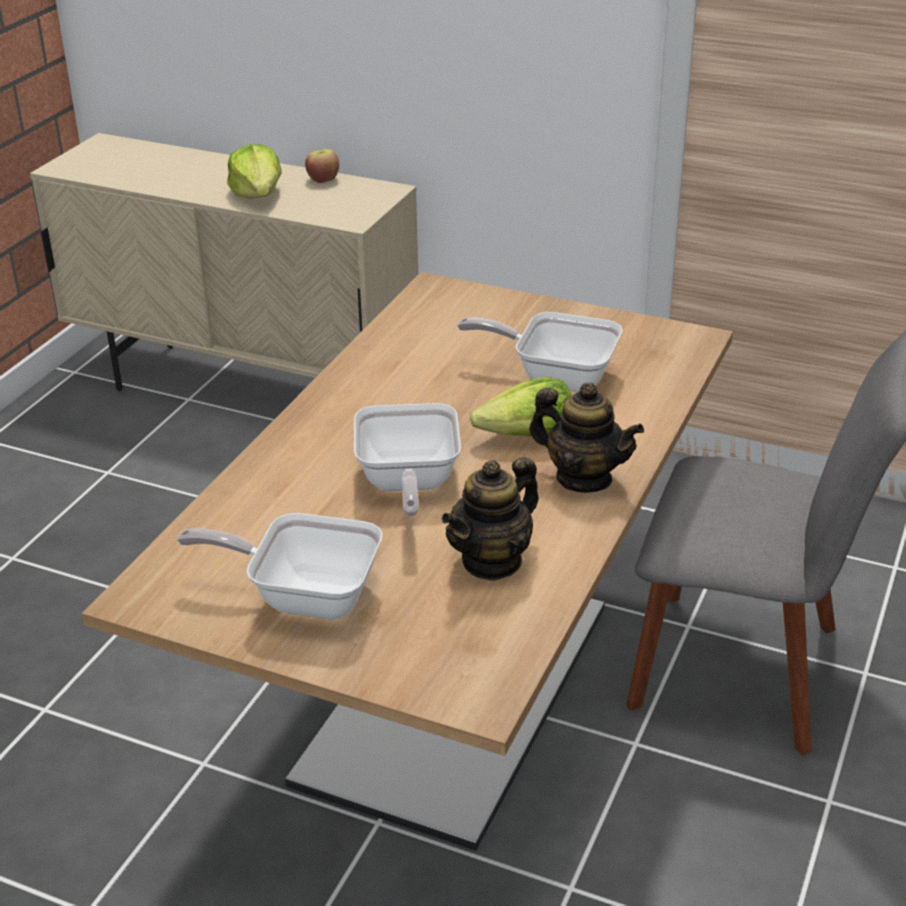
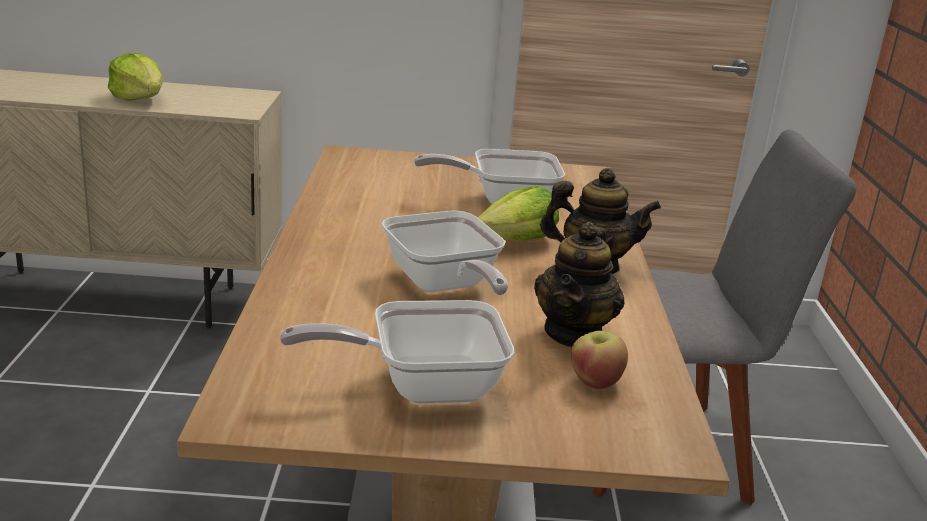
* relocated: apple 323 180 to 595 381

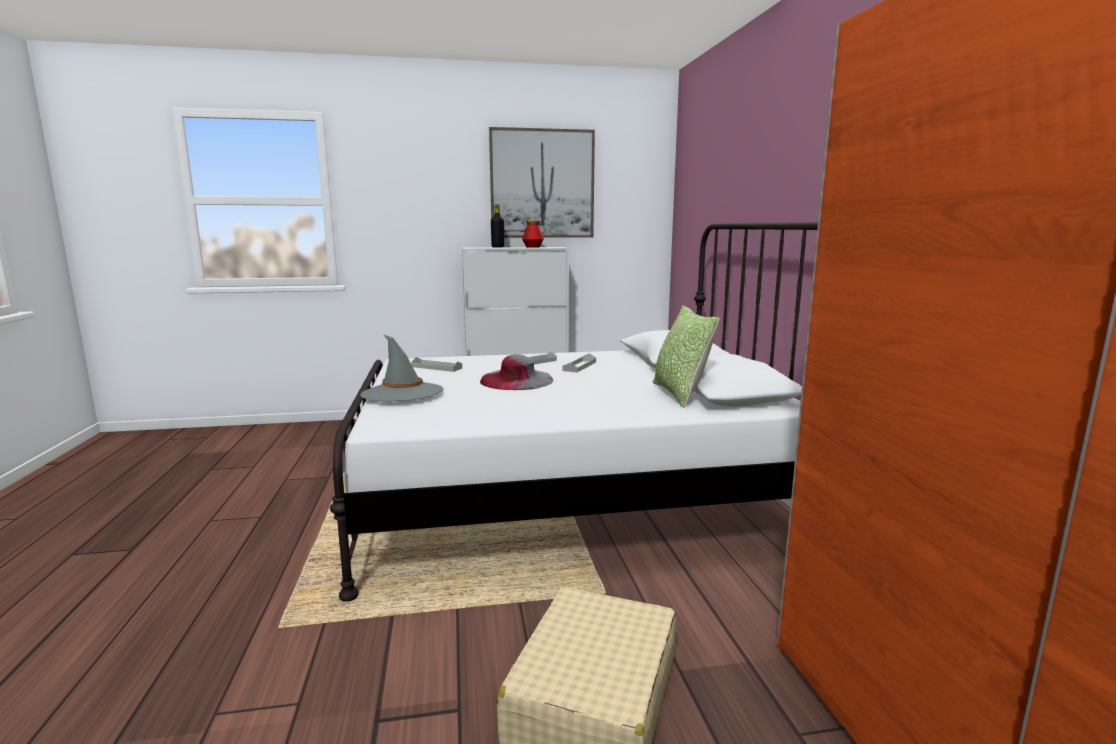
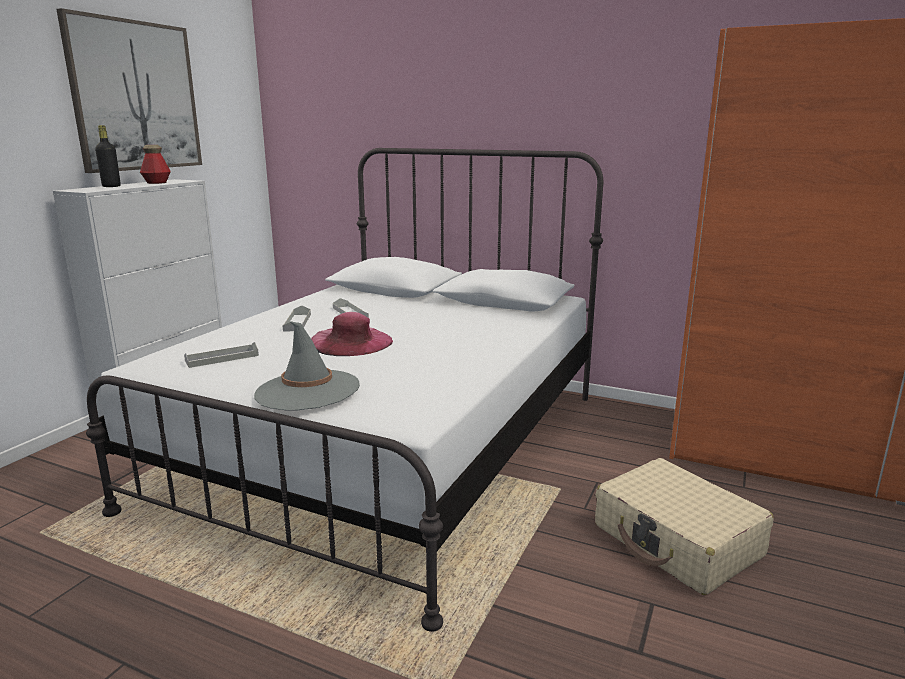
* missing: pillow 680 394
* colour: hat (grey) 517 380 to hat (pink) 350 341

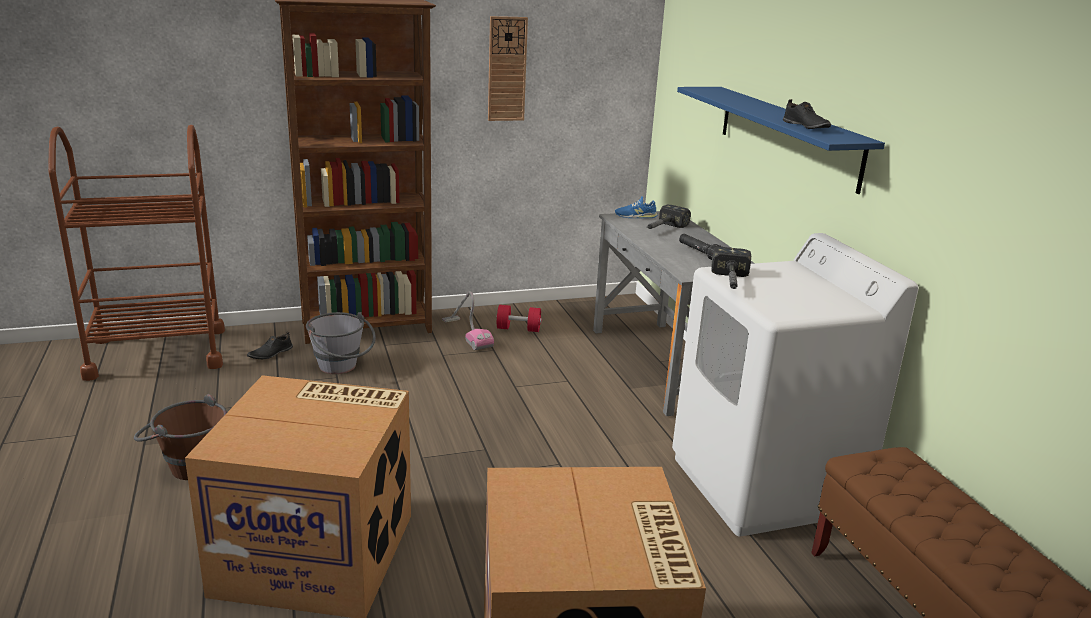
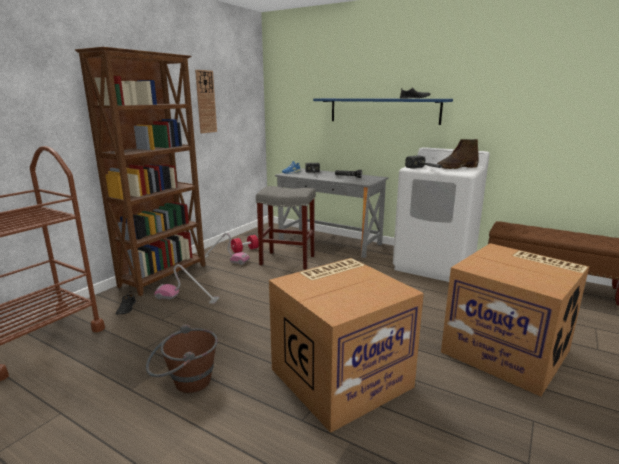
* exchanged: bucket (grey) 341 369 to vacuum cleaner 187 298
* appeared: boot (brown) 456 168
* appeared: stool (grey) 286 260

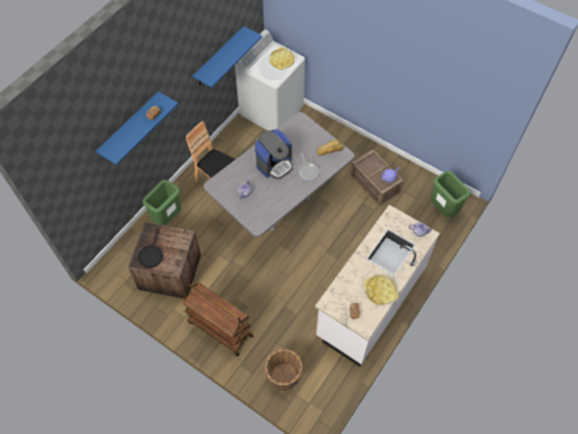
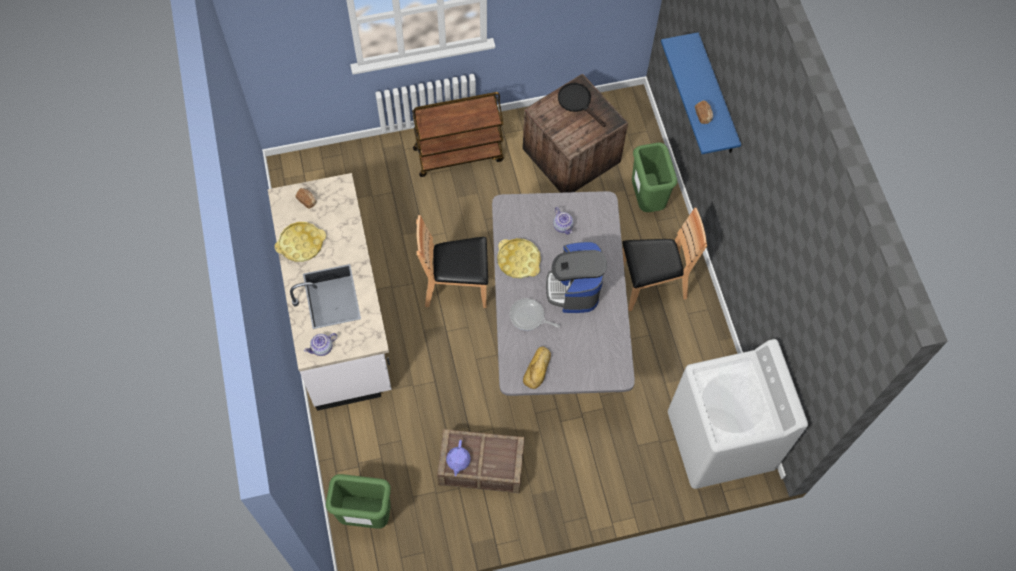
* missing: shelf (blue) 219 57
* relocated: tray (yellow) 281 61 to 518 260
* missing: bucket (brown) 283 376
* appeared: chair (brown) 456 287

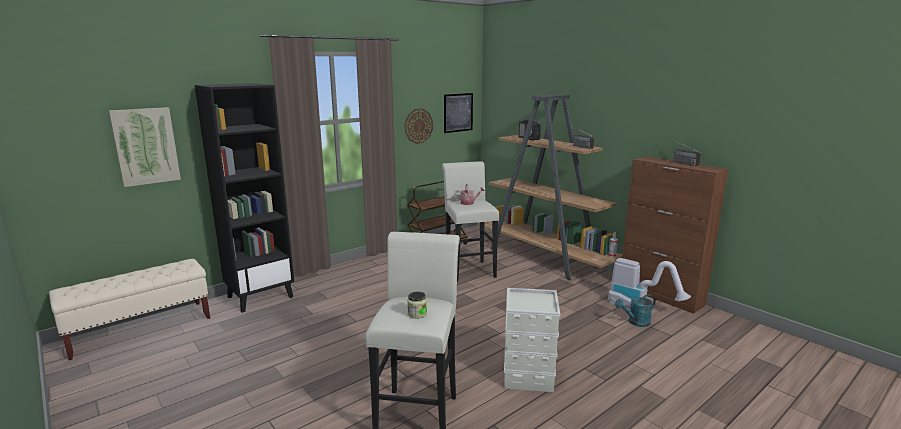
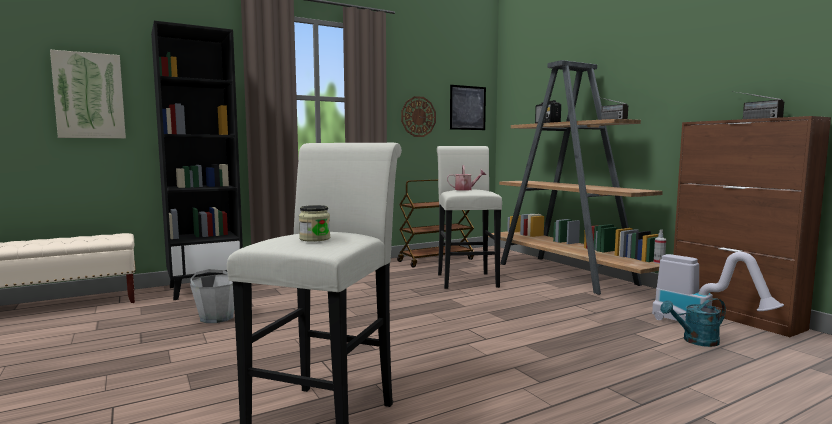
* missing: storage box (grey) 527 375
* appeared: bucket (grey) 217 317

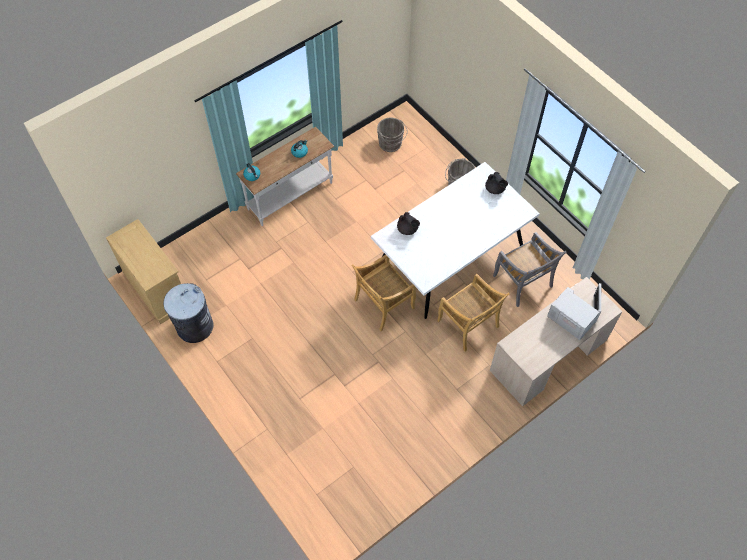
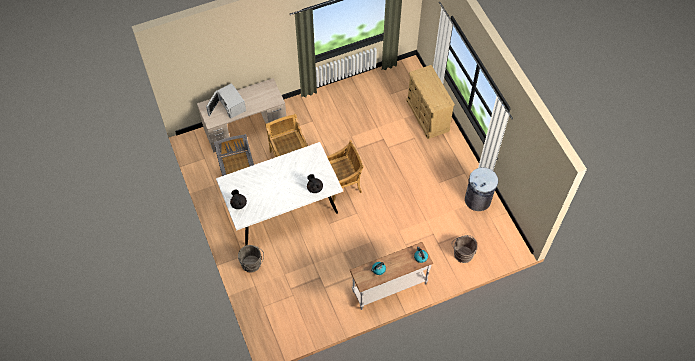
* relocated: bucket (grey) 391 144 to 462 253
* relocated: dresser (beige) 157 289 to 427 116

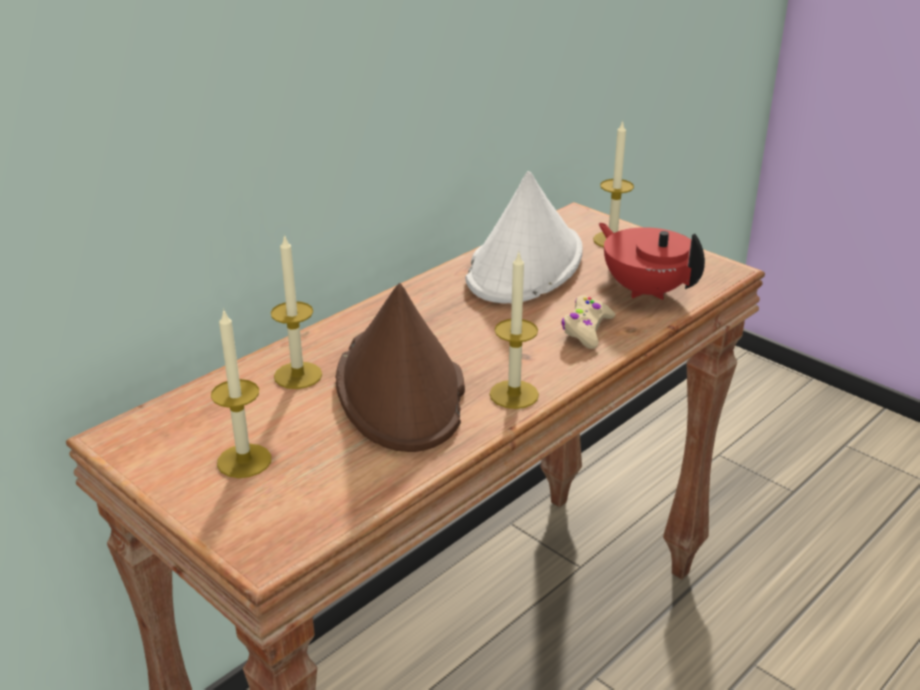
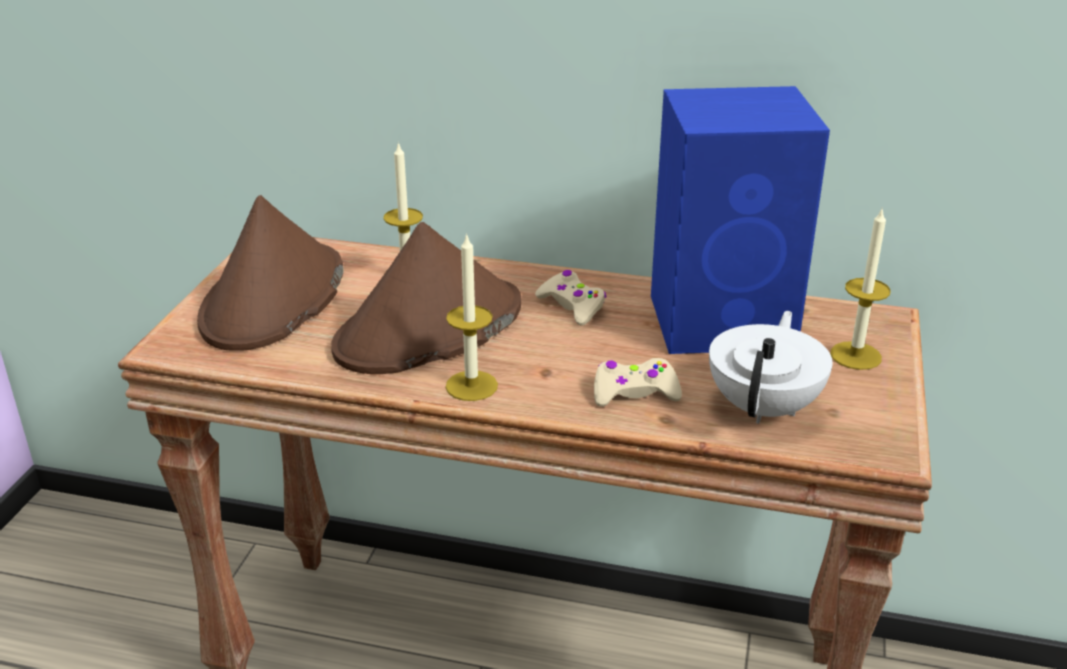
* exchanged: hat (white) 525 265 to speaker (blue) 725 321
* colour: teapot (red) 646 290 to teapot (white) 765 407
* exchanged: candle 244 461 to hat (brown) 273 299
* appeared: game controller (beige) 572 306

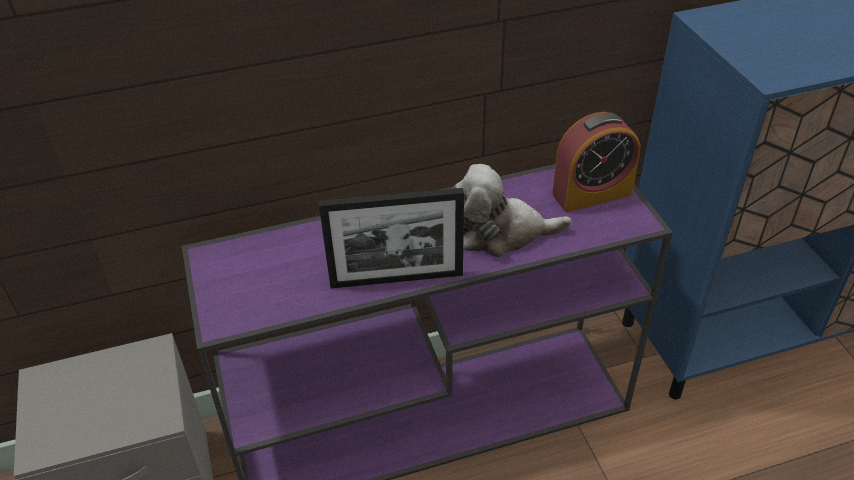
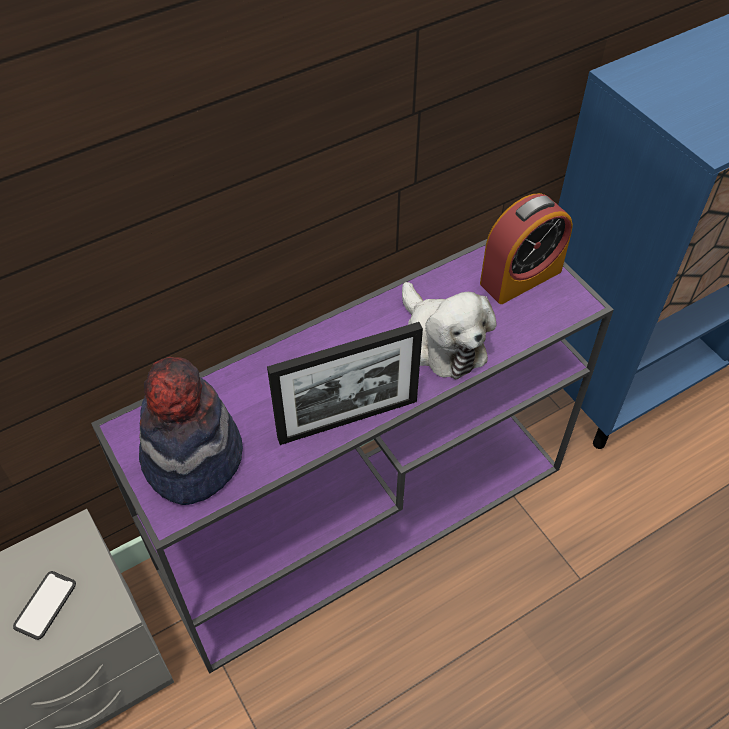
* spun: plush toy 502 233 = 442 342 105 degrees counterclockwise
* appeared: hat 192 457
* appeared: phone 45 605

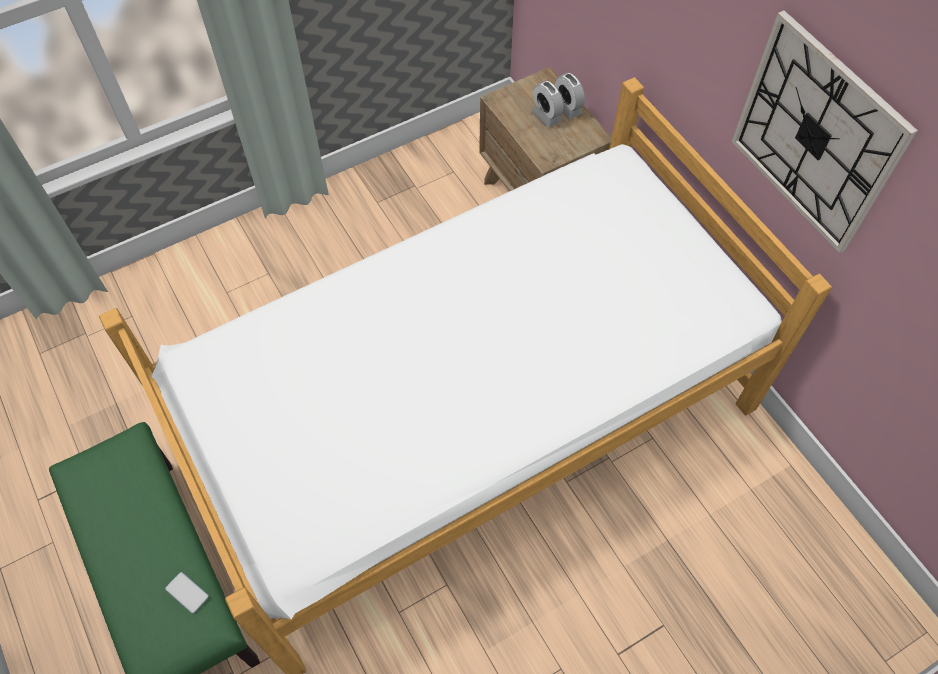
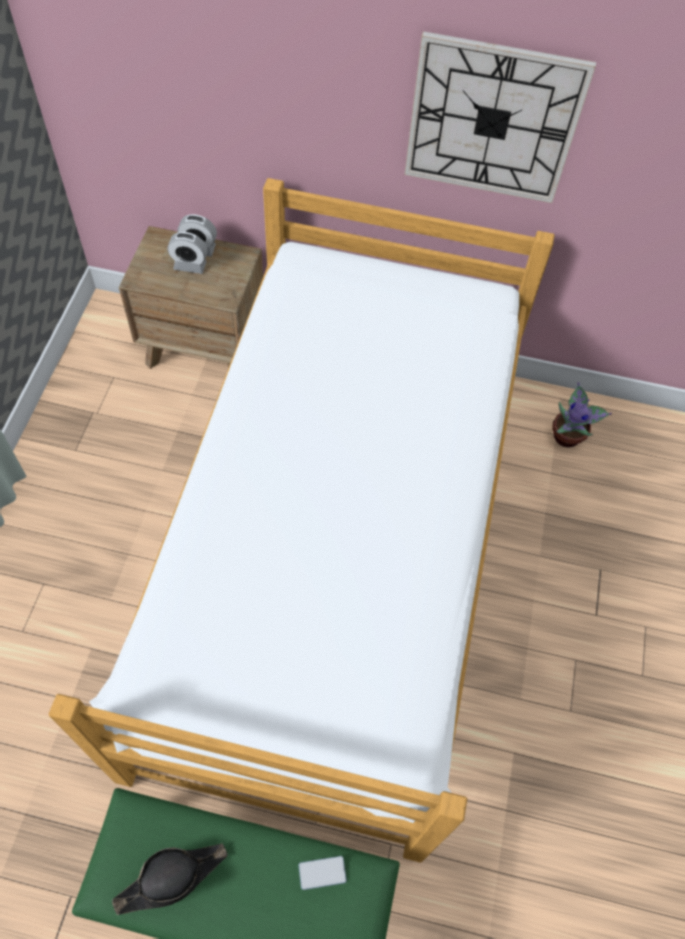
* appeared: potted plant 568 436
* appeared: hat (black) 172 878

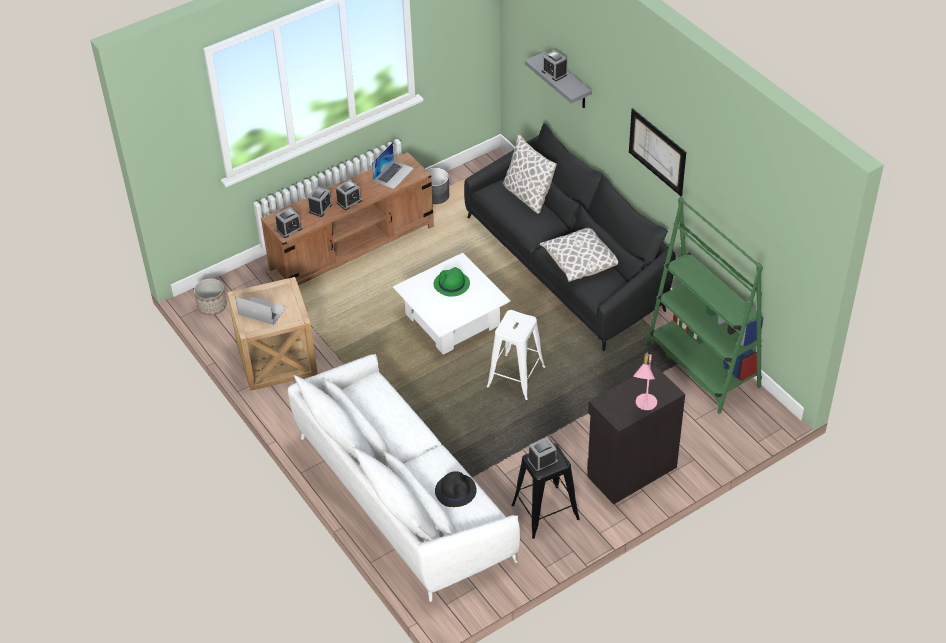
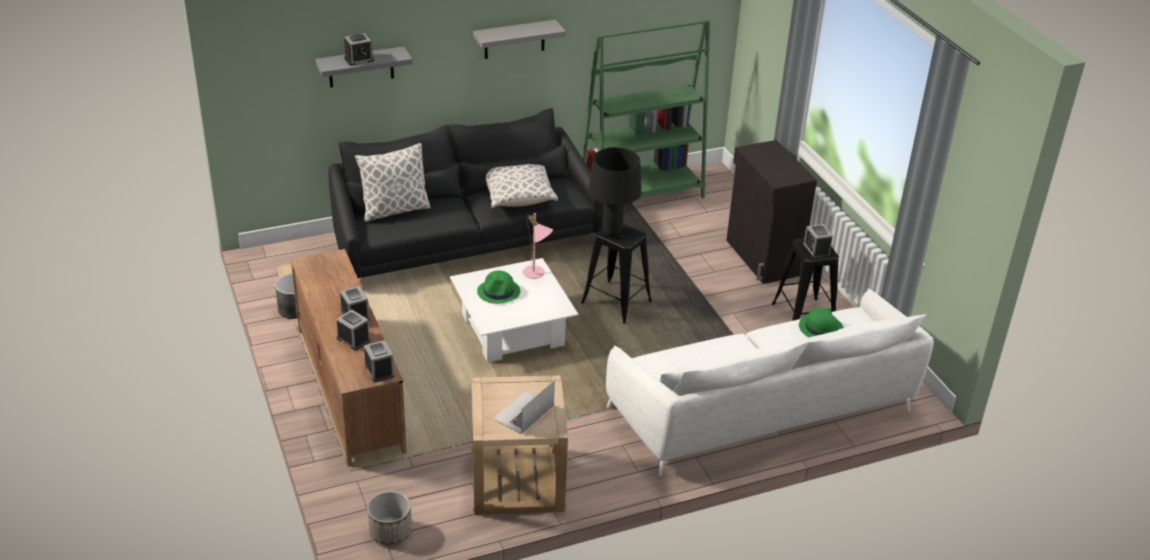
* exchanged: picture 657 151 to shelf (grey) 514 39
* missing: laptop 393 174
* colour: stool (white) 516 377 to stool (black) 616 302
* relocated: table lamp (pink) 644 405 to 536 274
* colour: hat (black) 455 490 to hat (green) 820 328
* appeared: table lamp (black) 612 233

